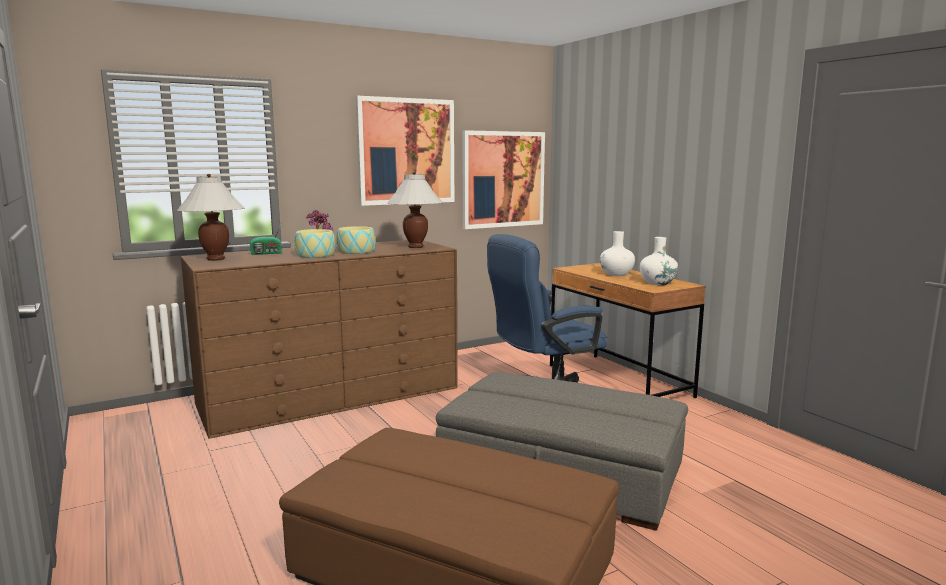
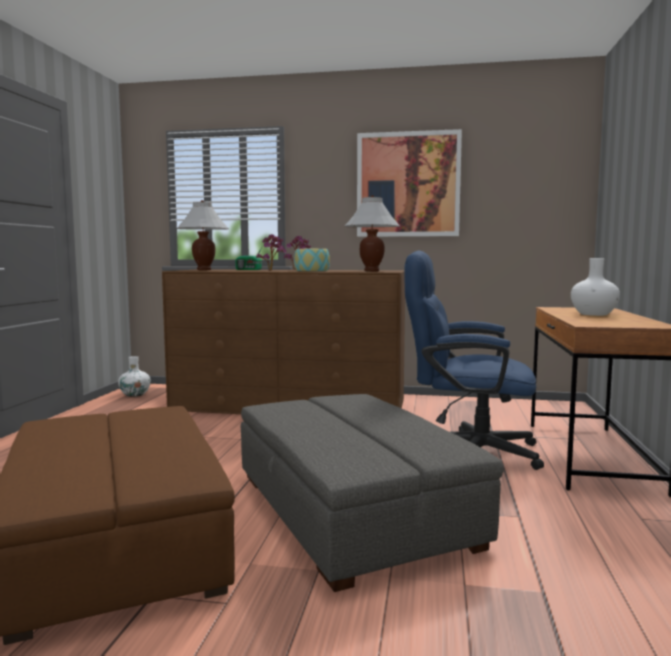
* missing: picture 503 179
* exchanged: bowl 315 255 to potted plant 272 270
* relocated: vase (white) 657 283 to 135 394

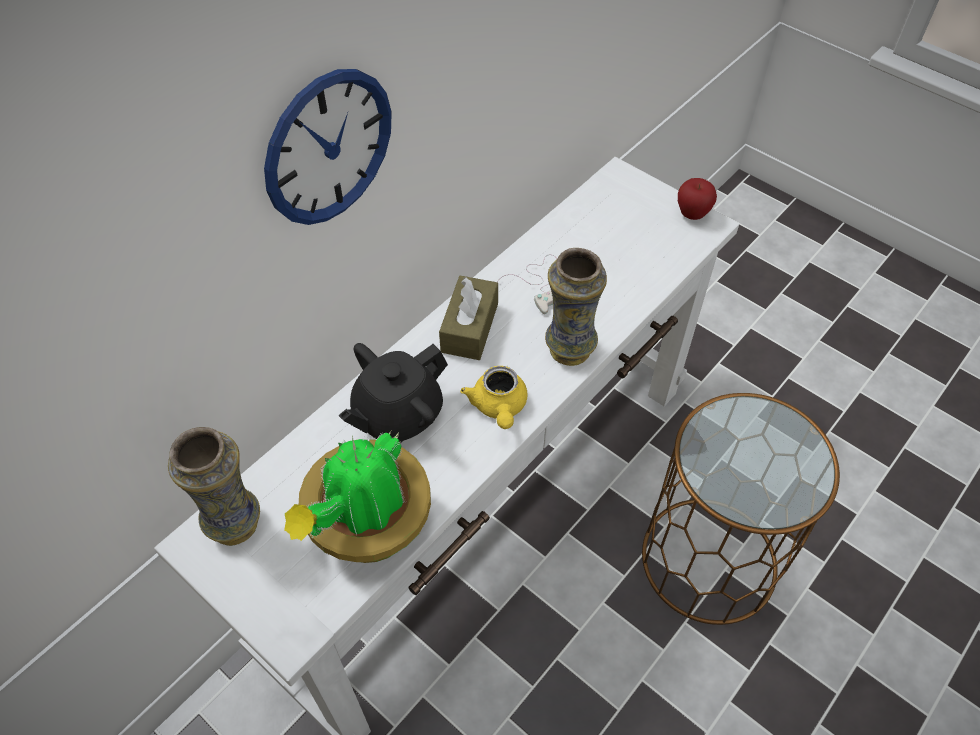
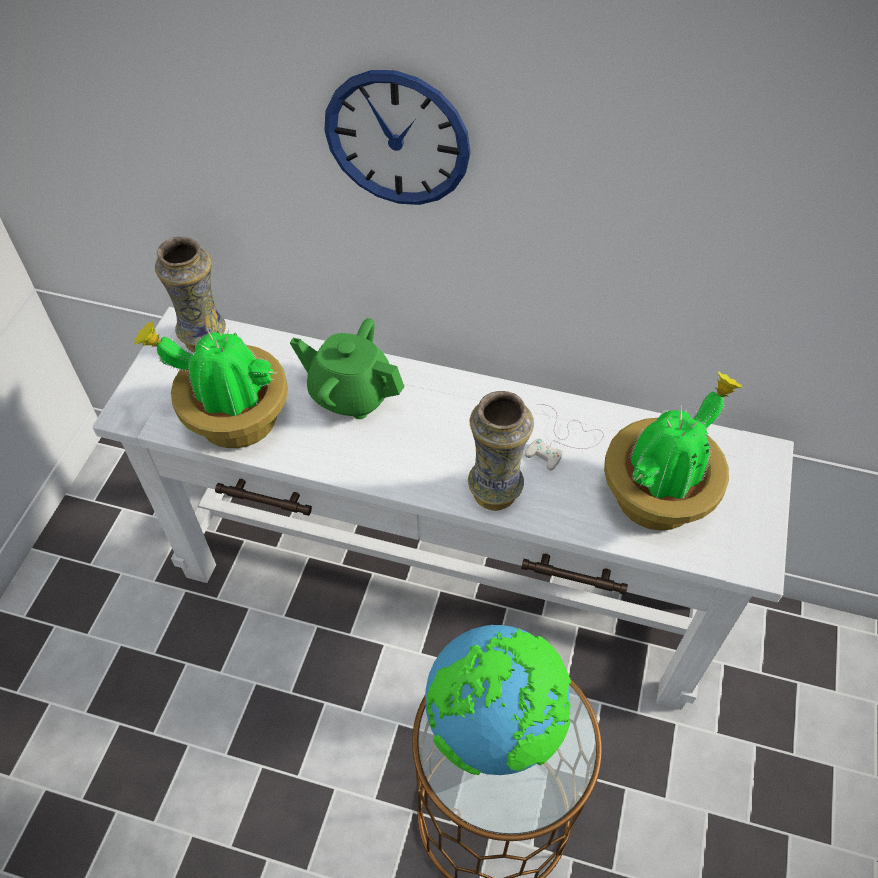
* missing: apple 692 214
* missing: tissue box (brown) 469 327
* colour: teapot (black) 397 415 to teapot (green) 351 394
* missing: teapot (yellow) 498 407
* appeared: potted plant 658 495
* appeared: globe 495 725

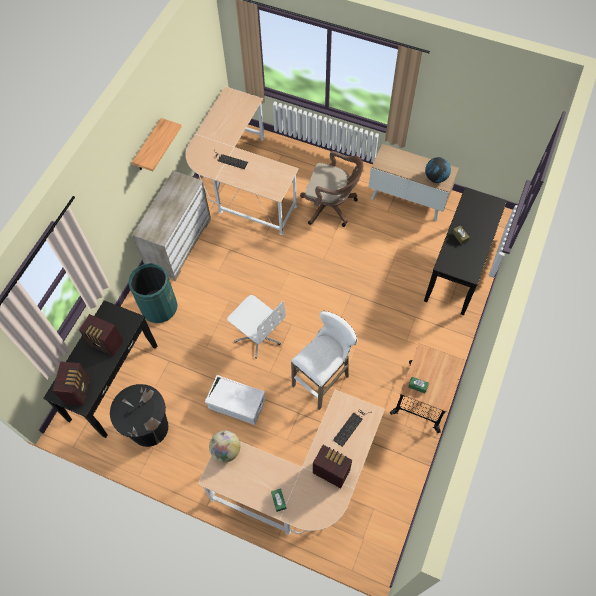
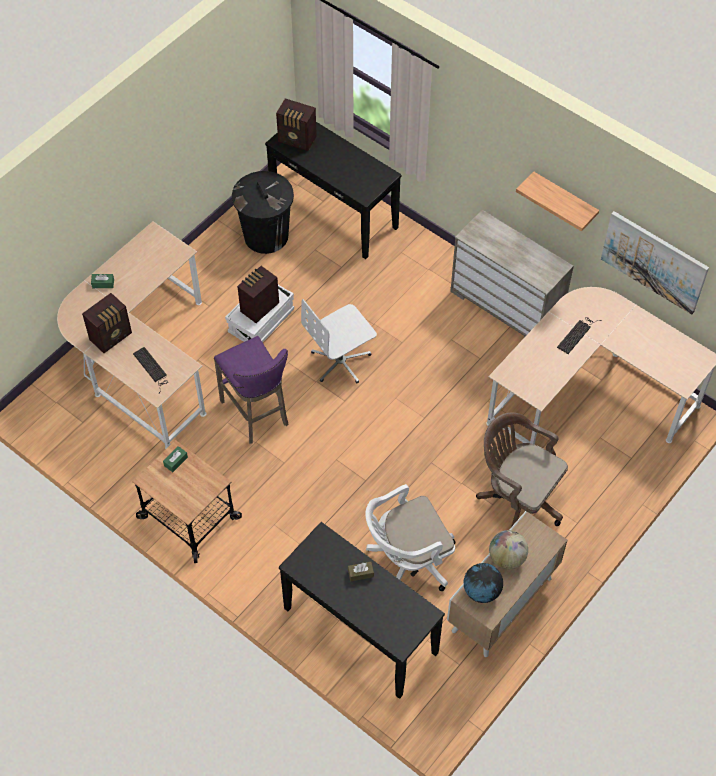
* spun: office chair (brown) 331 206 = 517 497 90 degrees clockwise
* missing: trash can (green) 159 307
* colour: stool (white) 323 379 to stool (purple) 257 415
* relocated: radio 106 344 to 258 307
* relocated: globe 226 450 to 507 558
* appeared: picture 654 261
* appeared: office chair (white) 407 561

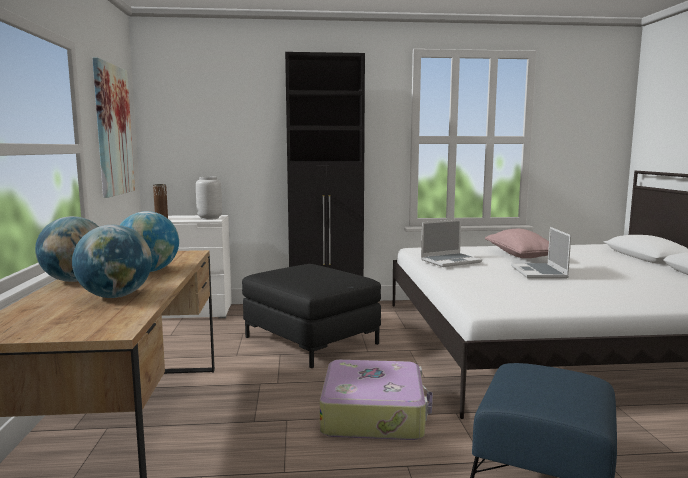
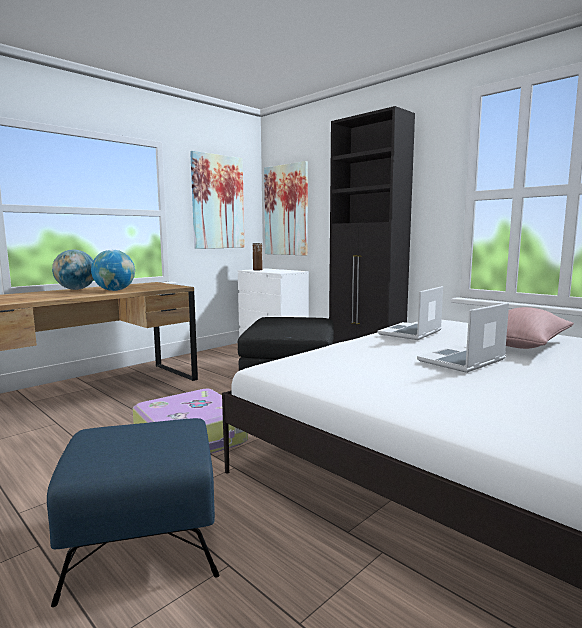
* missing: vase (grey) 209 218
* spun: laptop 451 261 = 410 333 105 degrees clockwise
* missing: globe 116 296
* appeared: picture 286 210

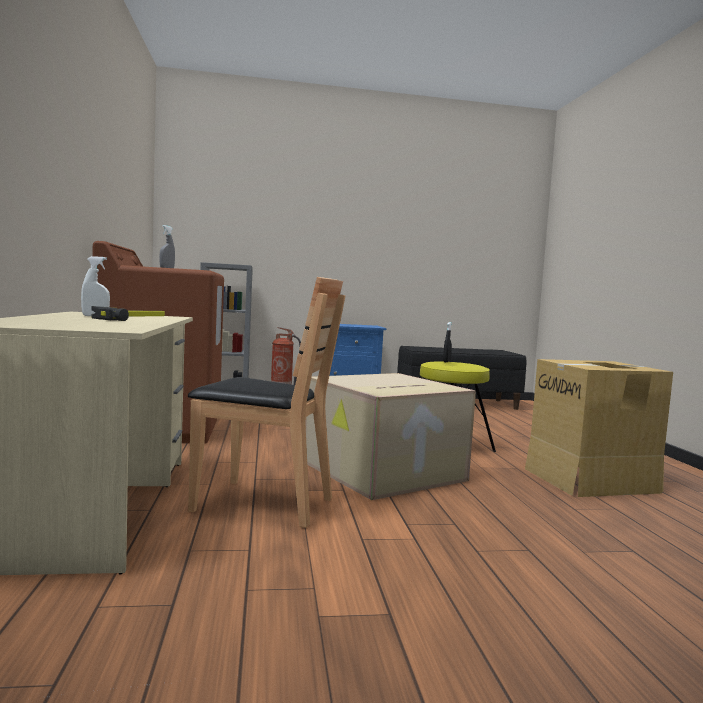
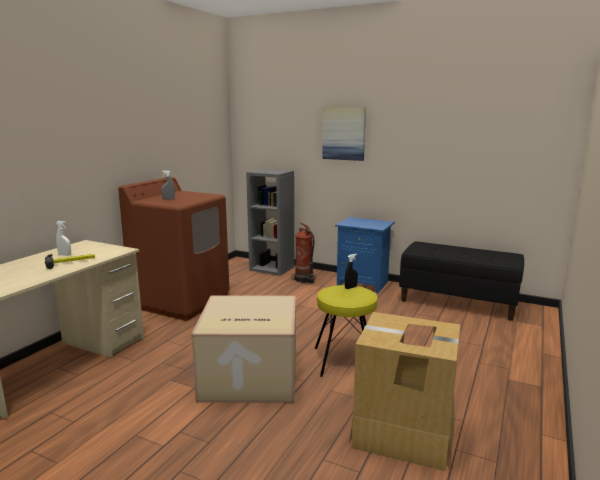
* missing: chair (brown) 262 503
* appeared: picture 344 133

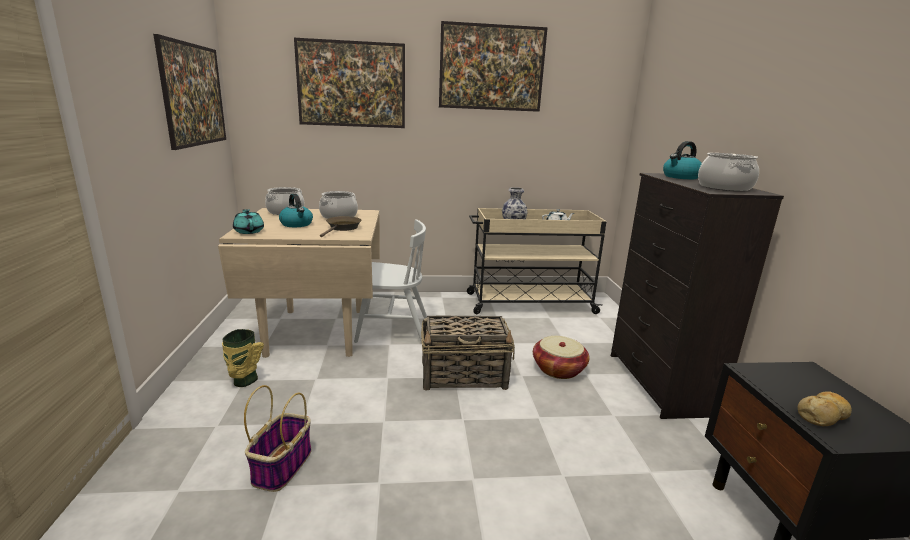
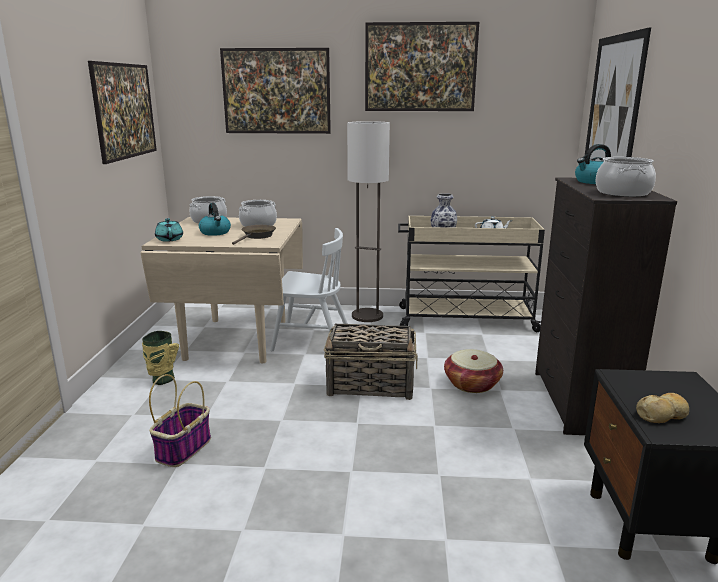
* appeared: picture 613 105
* appeared: floor lamp 367 316

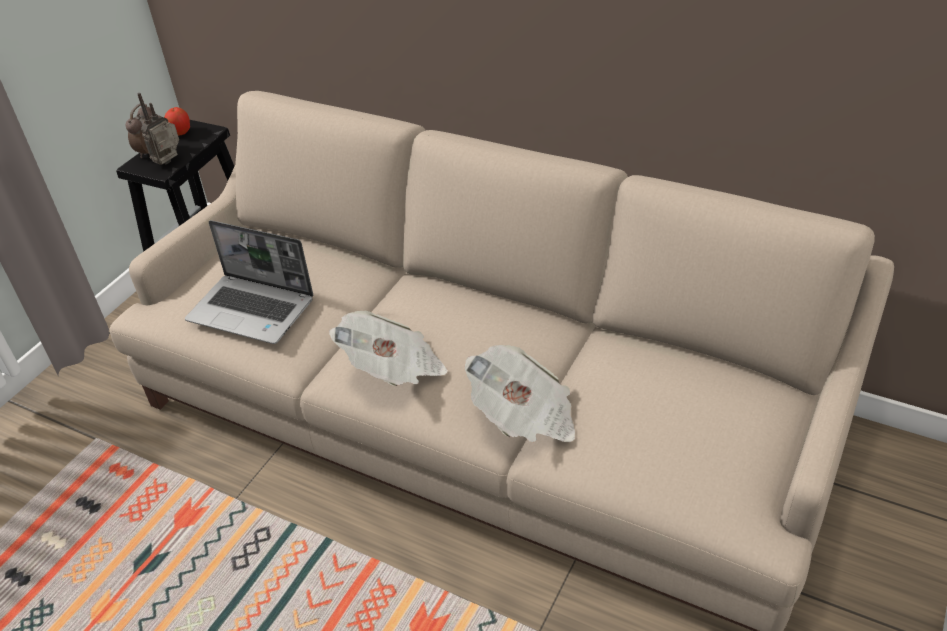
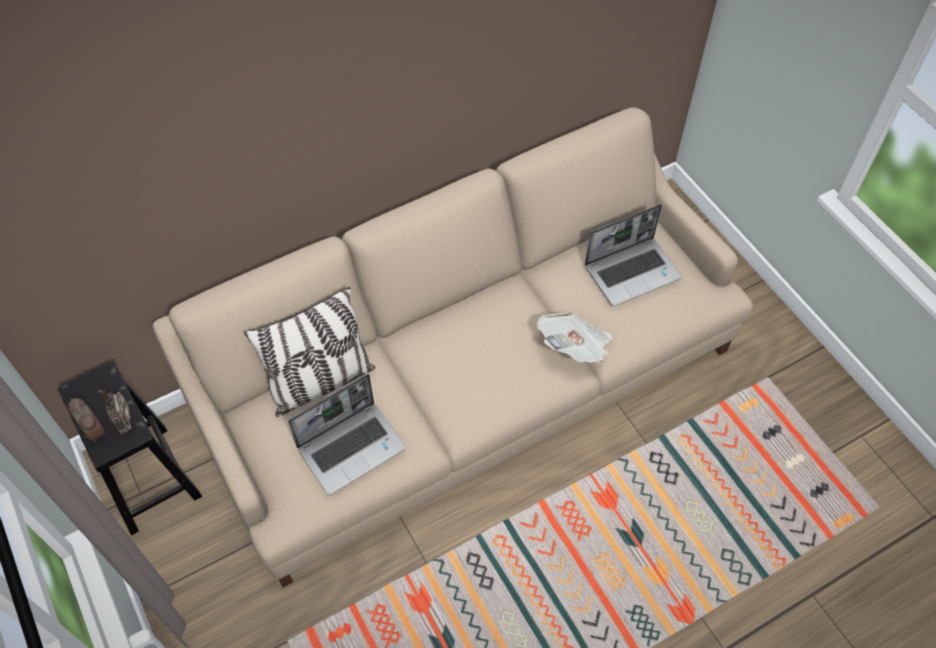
* missing: apple 180 132
* missing: newspaper 394 369
* appeared: laptop 632 271
* appeared: pillow 320 382

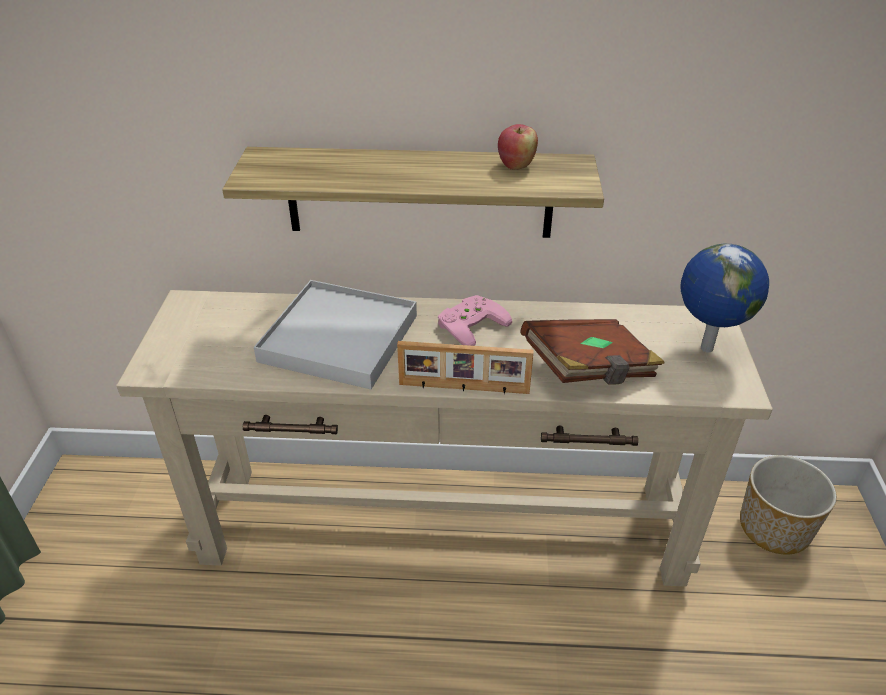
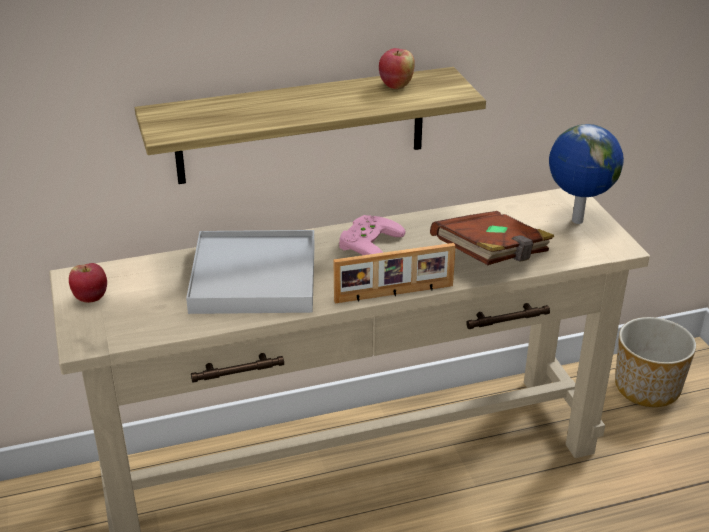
* appeared: apple 91 298

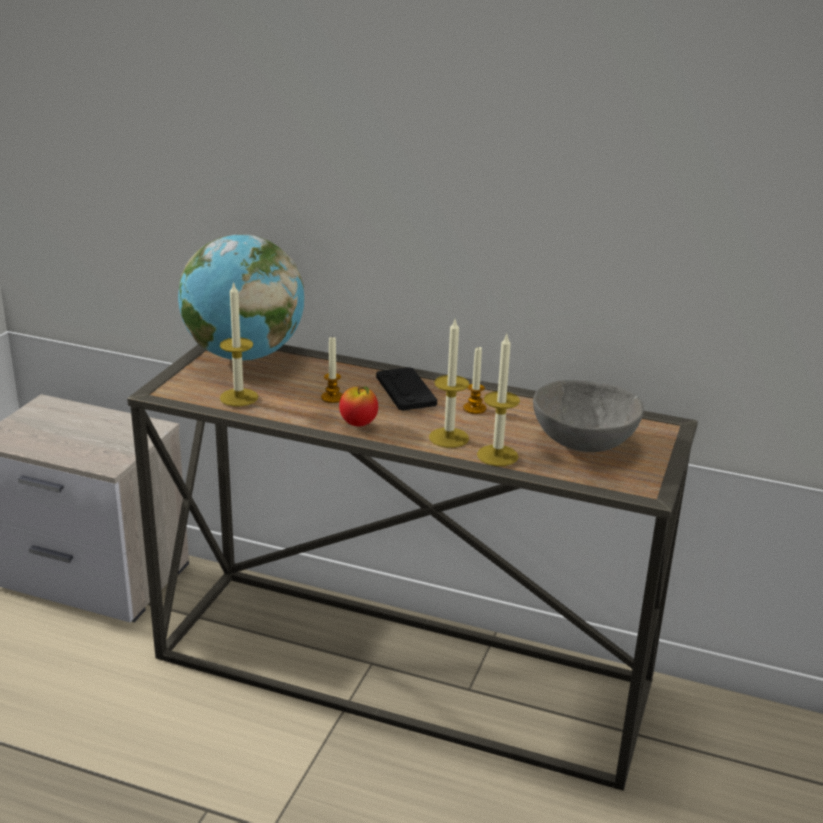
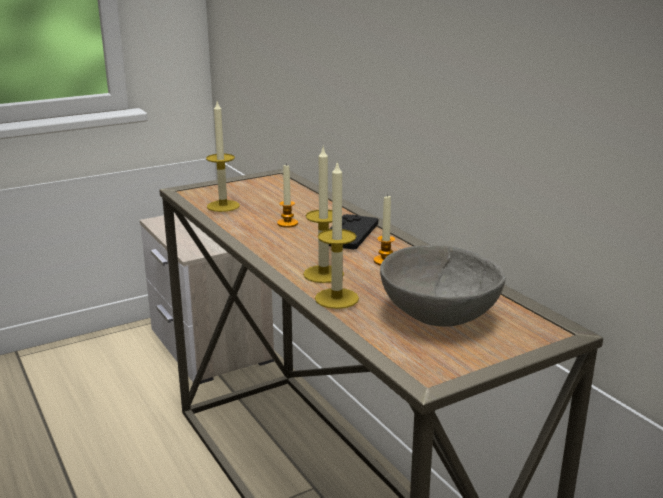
* missing: globe 243 356
* missing: apple 358 424

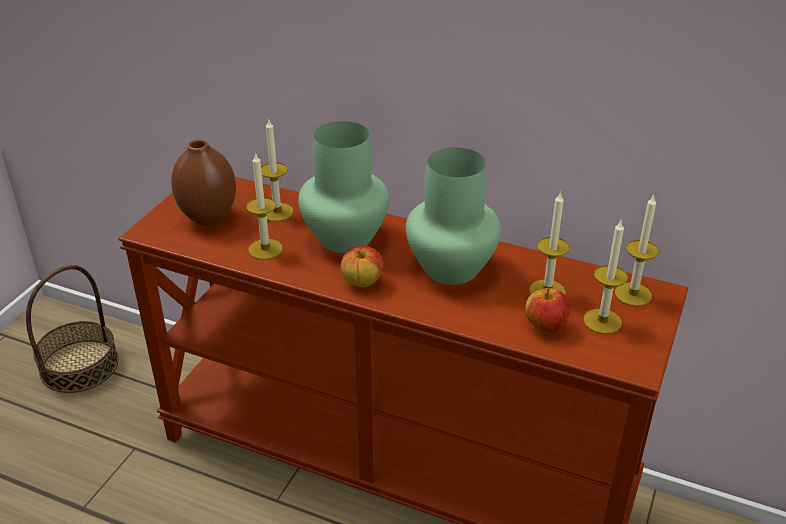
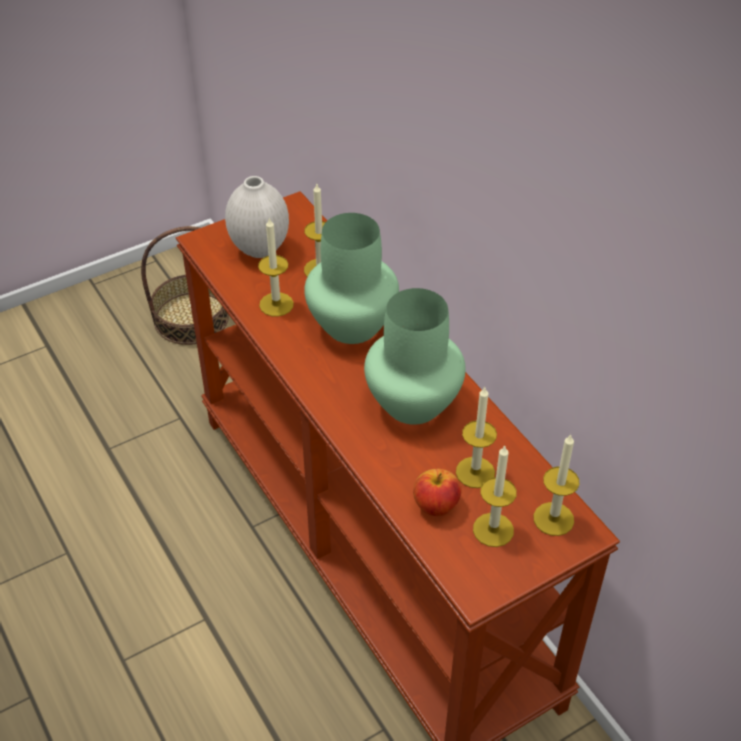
* colour: vase (brown) 208 217 to vase (white) 260 249
* missing: apple 362 282

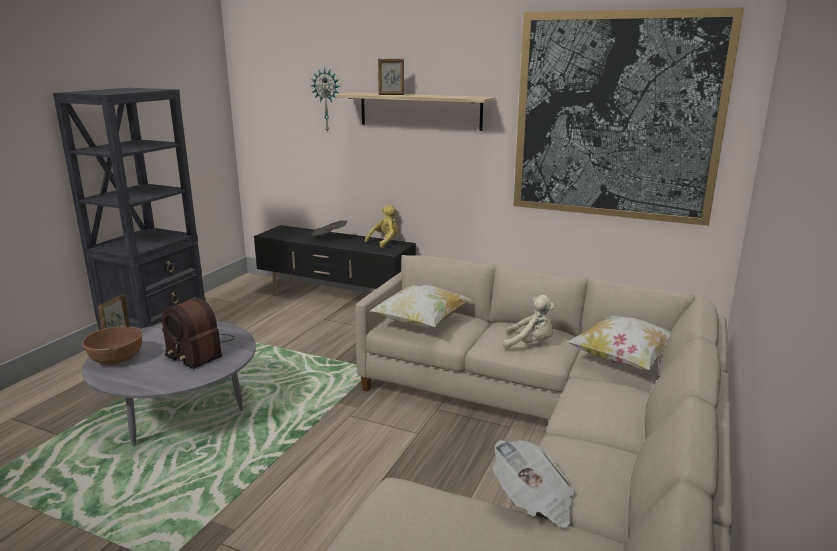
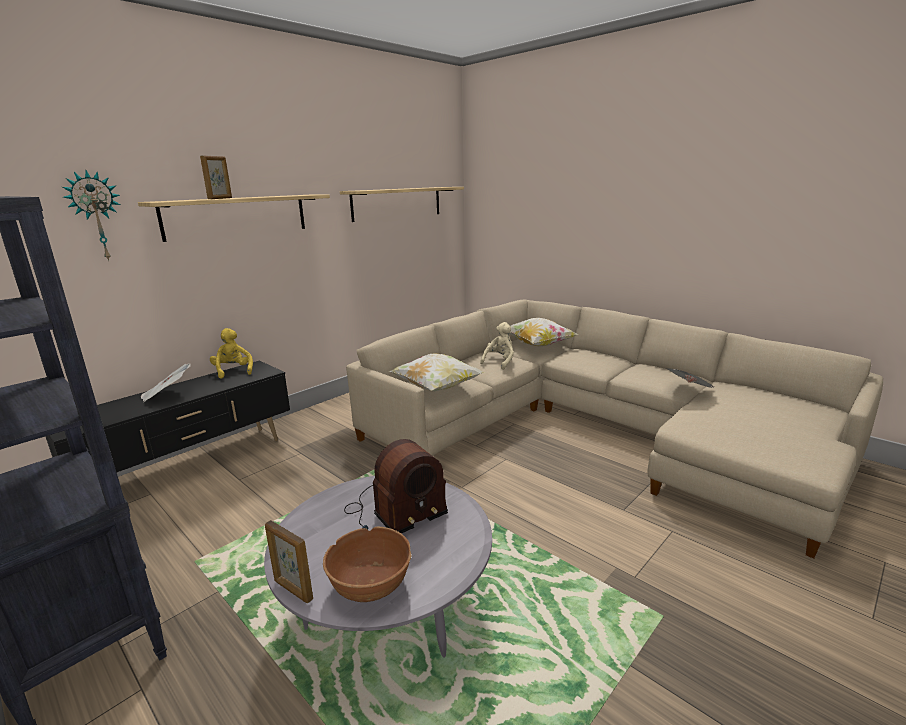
* exchanged: picture 616 117 to shelf 397 203

